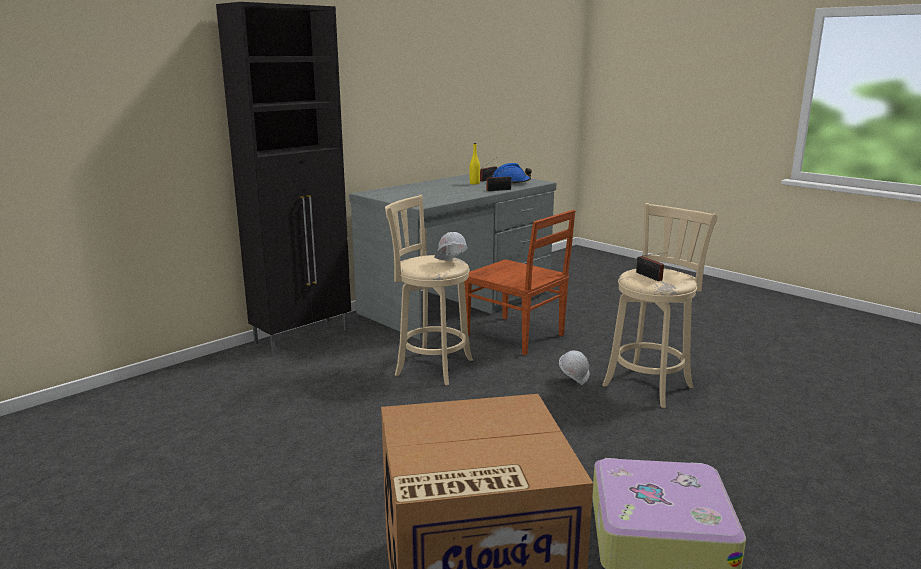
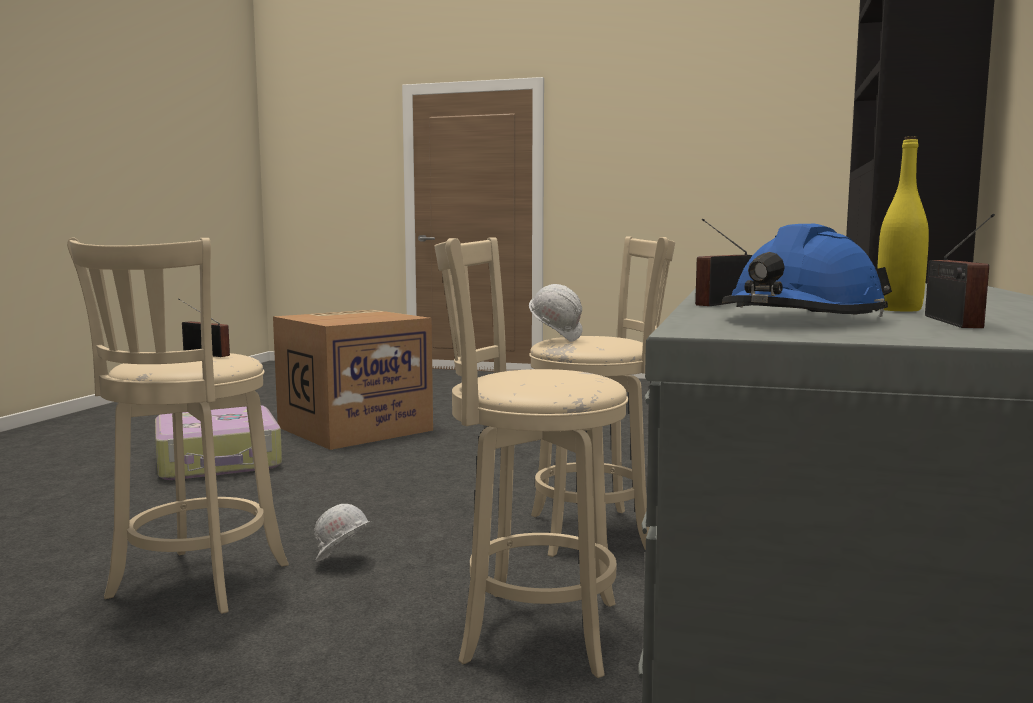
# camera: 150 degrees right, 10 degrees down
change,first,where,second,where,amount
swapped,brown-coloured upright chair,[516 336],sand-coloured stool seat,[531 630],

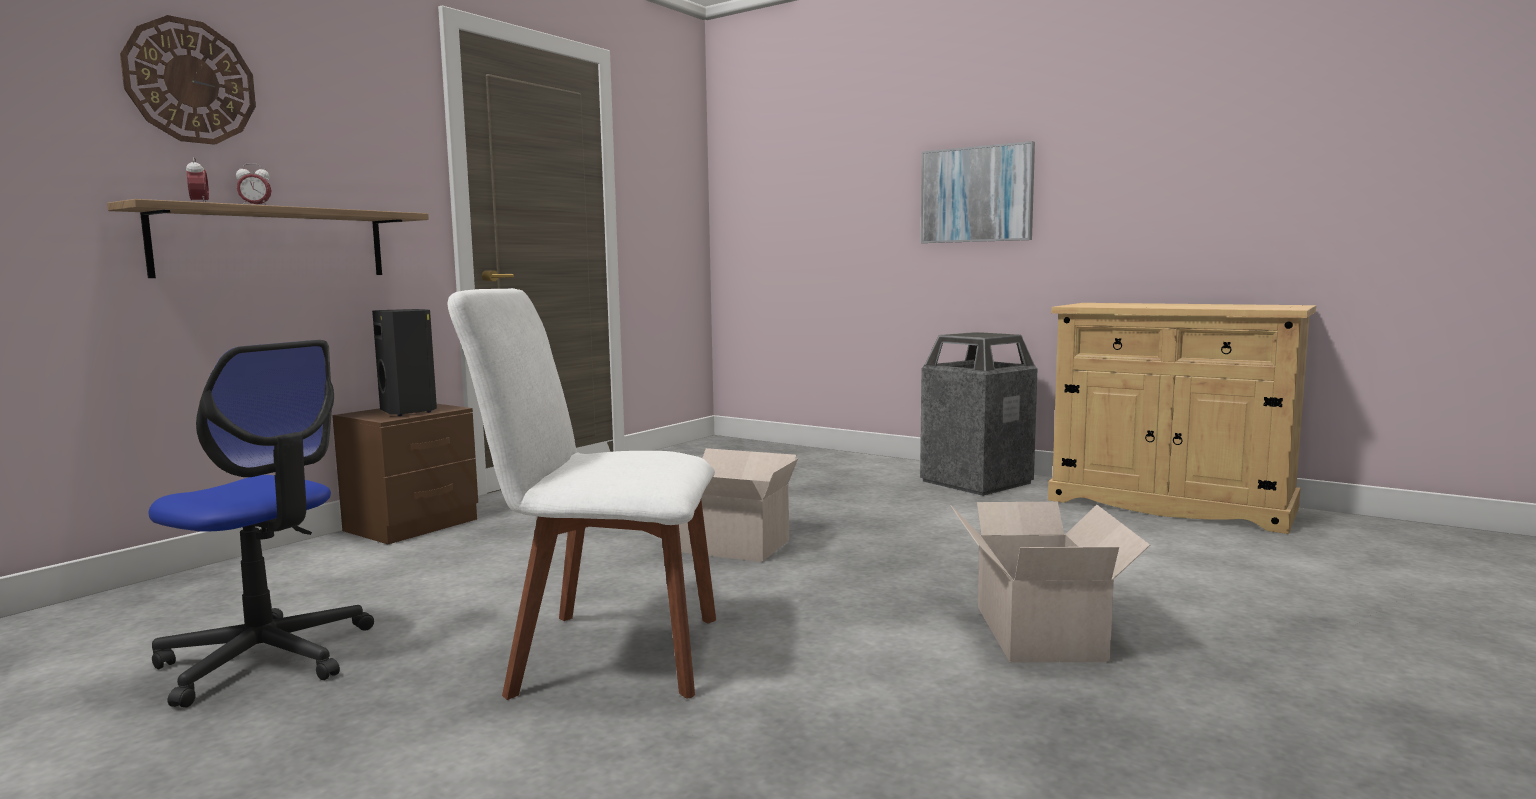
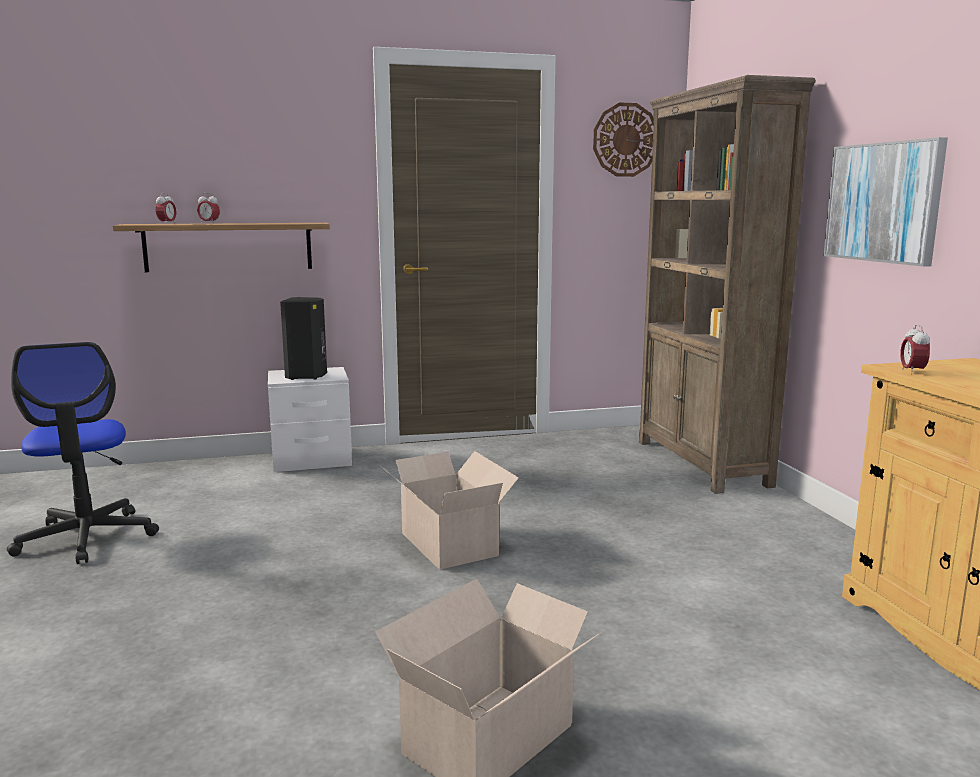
# camera: 40 degrees right, 5 degrees up
change,first,where,second,where,amount
shifted,clock on the wall,[190 81],,[625 140],
repainted,brown-coloured bedside table,[411 525],white-coloured bedside table,[312 460],
gone,white-coloured upright chair,[606 654],,,
gone,trash can,[975 482],,,
new,,,brown-coloured bookshelf,[702 463],
new,,,table clock,[912 372],

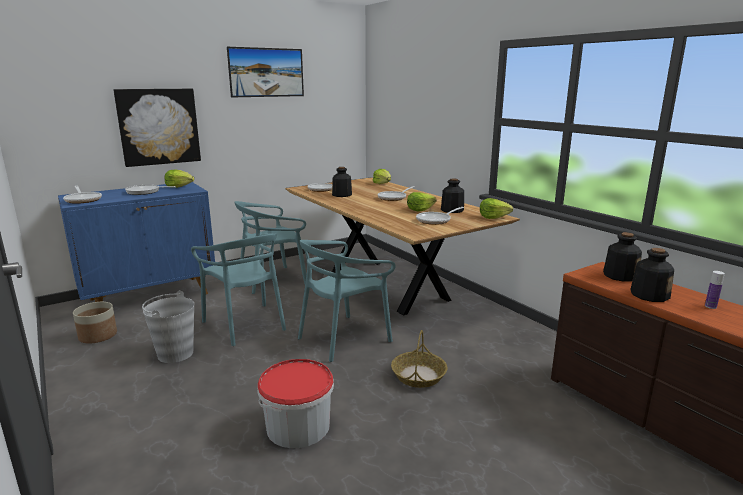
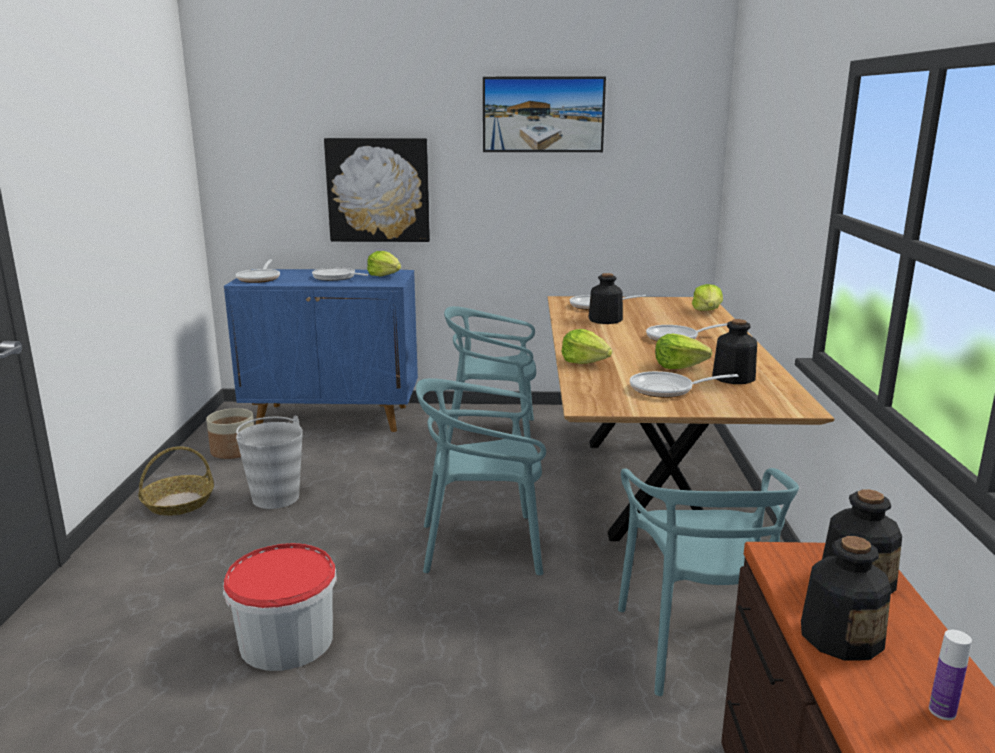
# camera: 35 degrees right, 0 degrees up
change,first,where,second,where,amount
shifted,turquoise-coloured upright chair,[246 324],,[698 647],
shifted,storage basket,[418 375],,[179 503],
shifted,lettuce,[493 217],,[585 362],

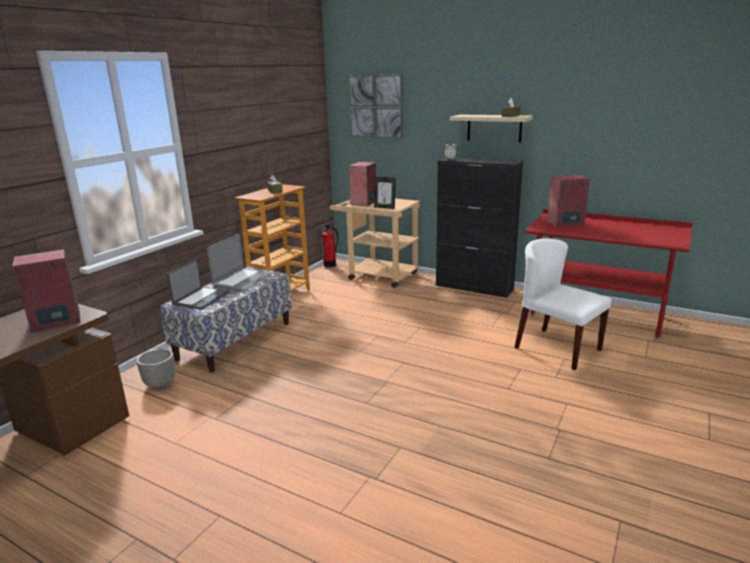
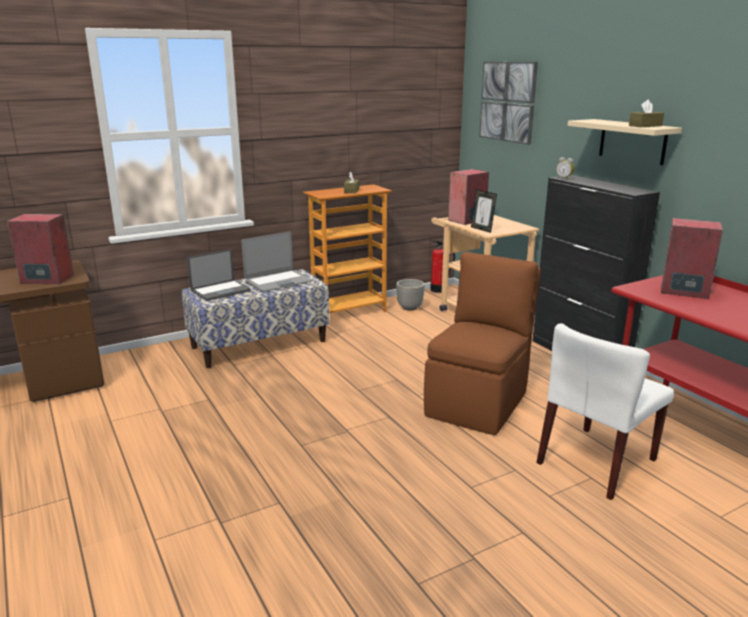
# camera: 30 degrees right, 0 degrees up
change,first,where,second,where,amount
shifted,plant pot,[160 384],,[409 308],
rotated,white-coloured upright chair,[557 348],,[596 462],120 degrees counterclockwise
new,,,brown-coloured upright chair,[478 403],

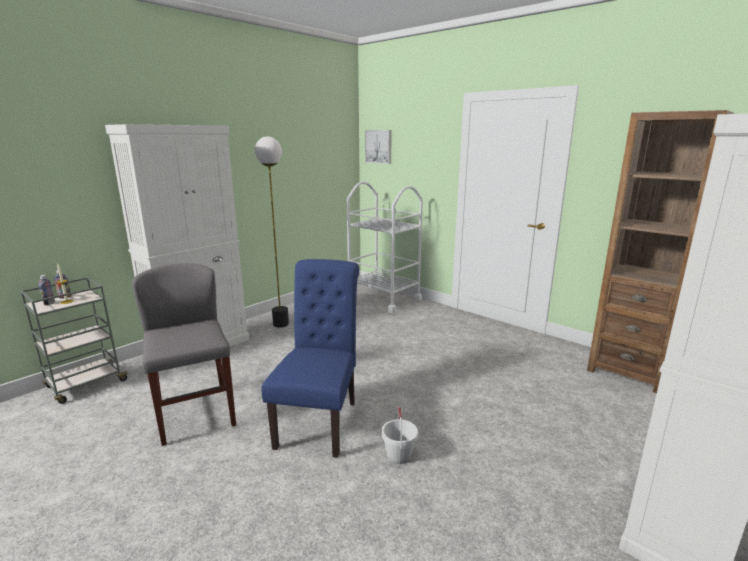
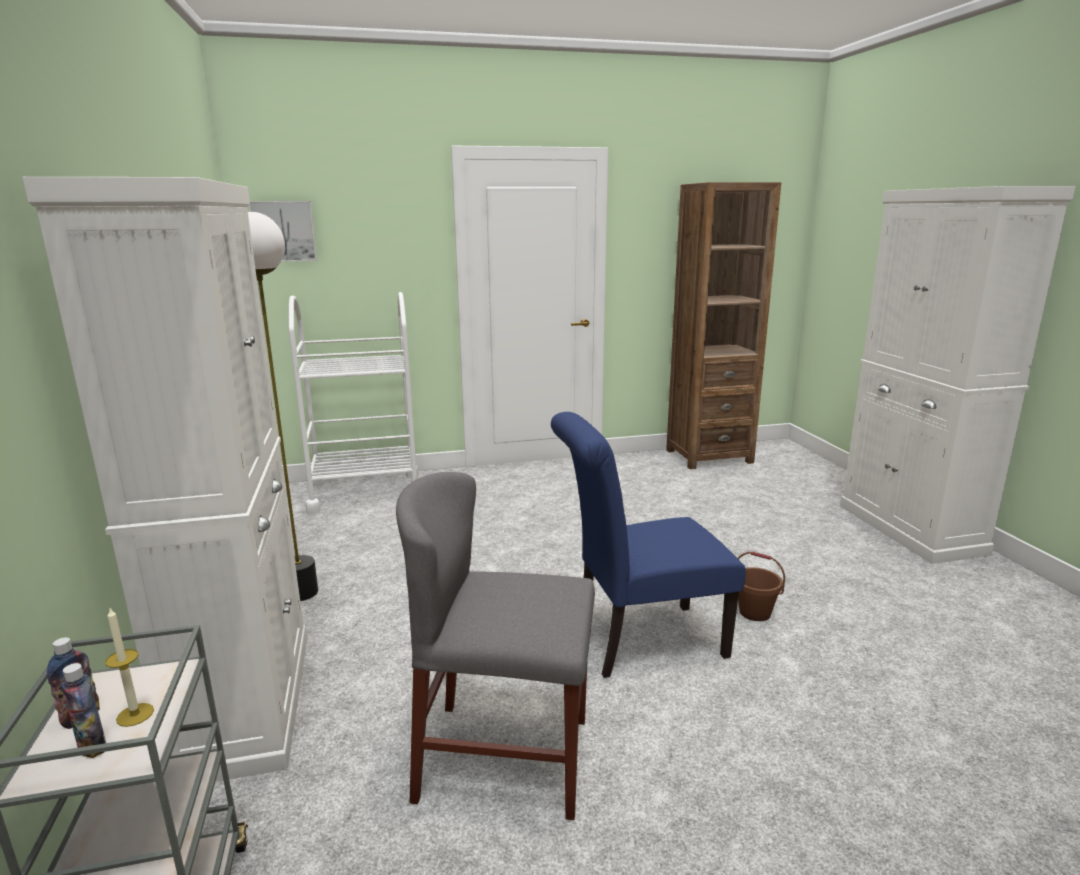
# camera: 55 degrees left, 0 degrees up
change,first,where,second,where,amount
rotated,blue-coloured upright chair,[320 420],,[639 642],60 degrees counterclockwise
repainted,white-coloured water bucket,[399 456],brown-coloured water bucket,[755 612],

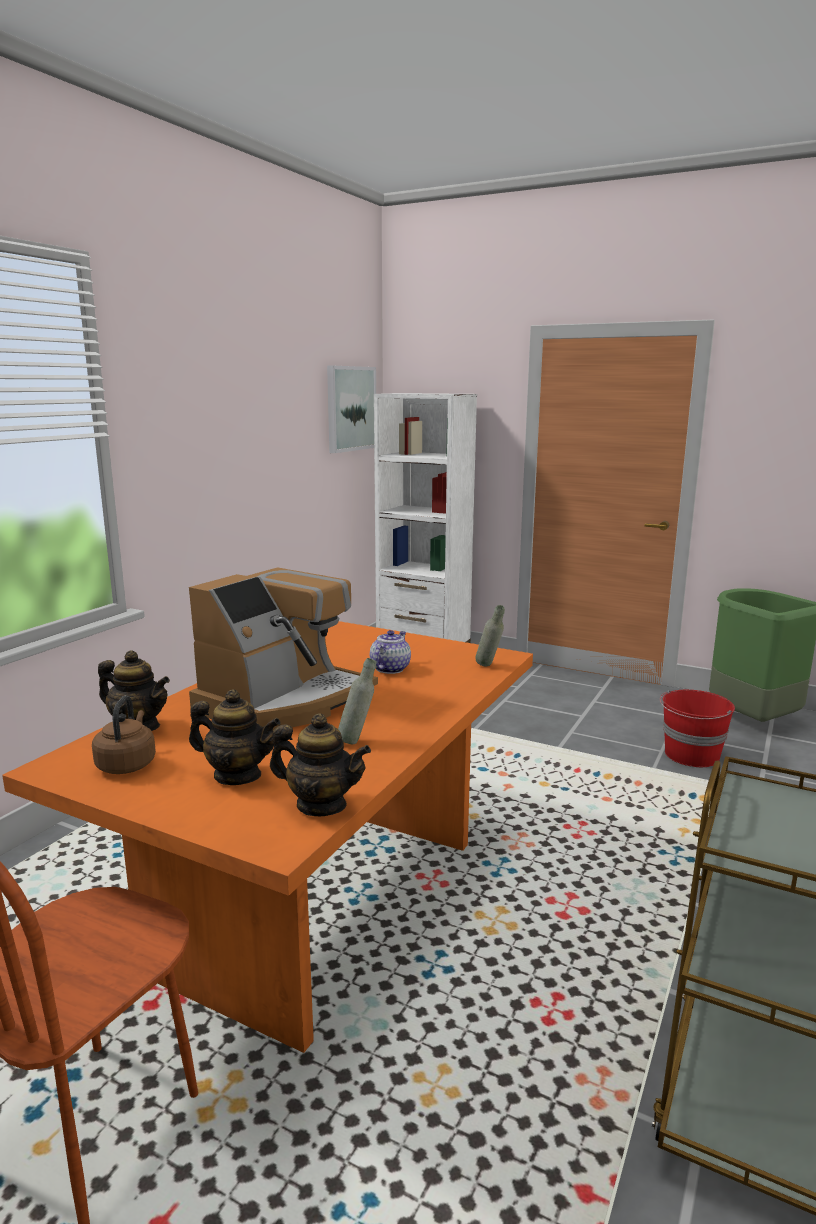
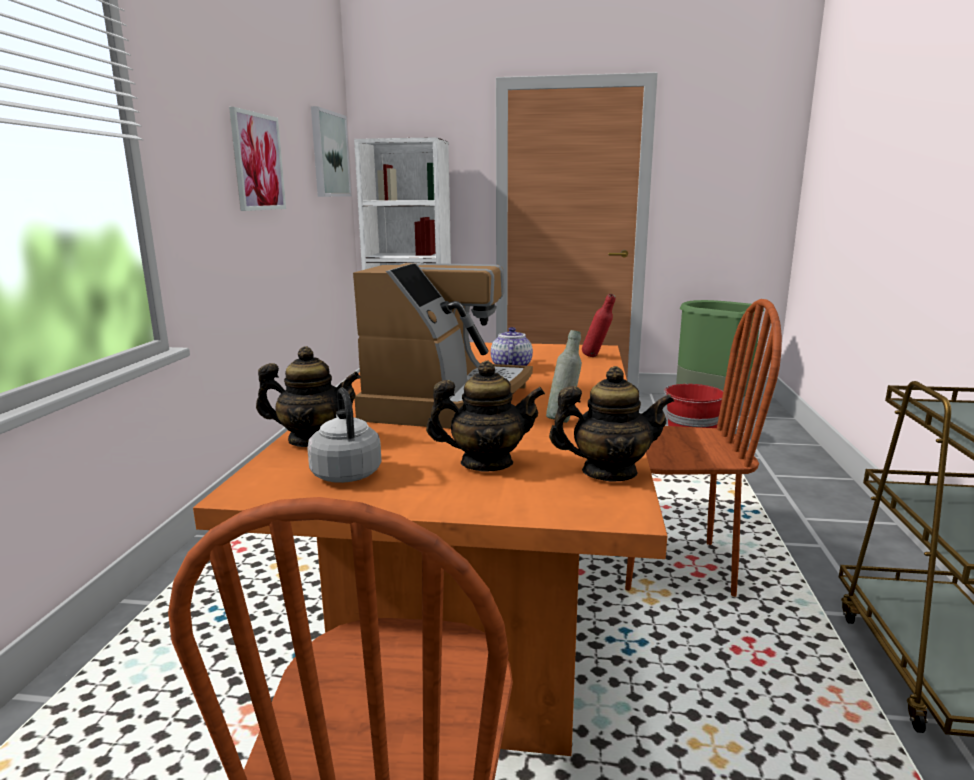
# camera: 20 degrees left, 0 degrees up
change,first,where,second,where,amount
repainted,brown-coloured water kettle,[127 764],greyish water kettle,[345 473],
repainted,greyish beverage bottle,[489 667],red beverage bottle,[597 357],
new,,,wall picture,[257 162],
new,,,brown-coloured upright chair,[671 567],

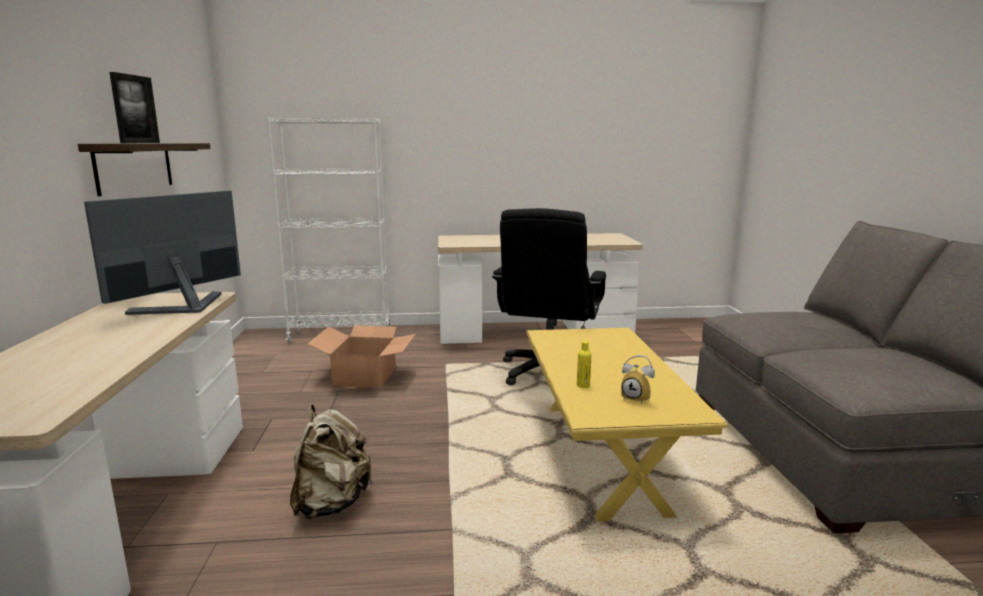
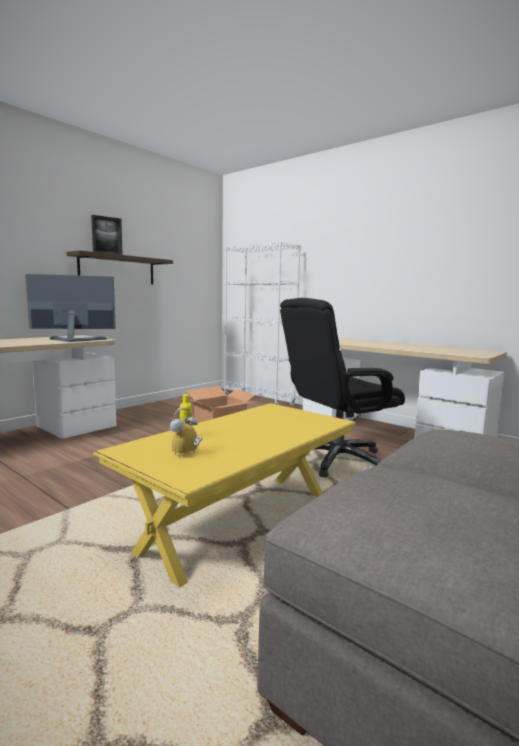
# camera: 45 degrees right, 5 degrees down
change,first,where,second,where,amount
gone,sand-coloured knapsack,[331 503],,,
rotated,table clock,[637 398],,[187 455],45 degrees clockwise

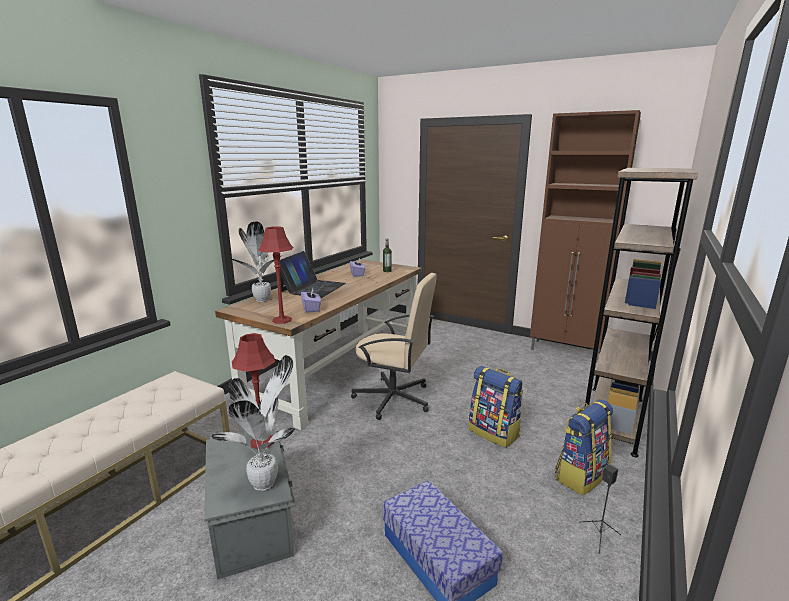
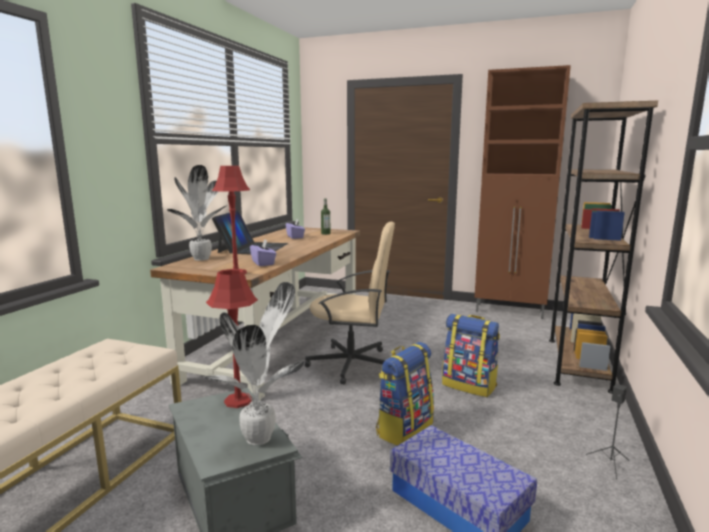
# camera: 10 degrees left, 5 degrees down
change,first,where,second,where,amount
shifted,knapsack,[580 475],,[404 429],

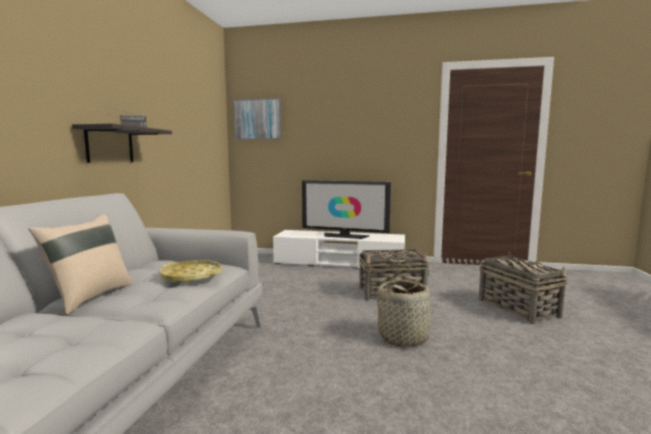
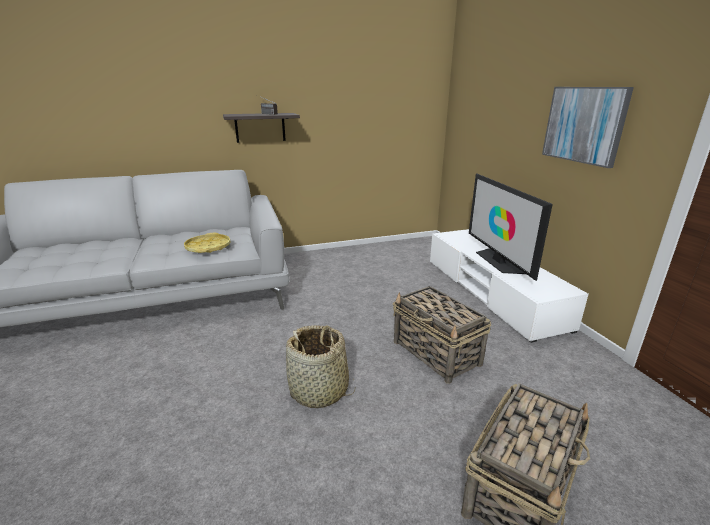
# camera: 60 degrees right, 15 degrees up
change,first,where,second,where,amount
gone,sand-coloured throw pillow,[89 297],,,
shifted,wall picture,[257 119],,[584 125],

